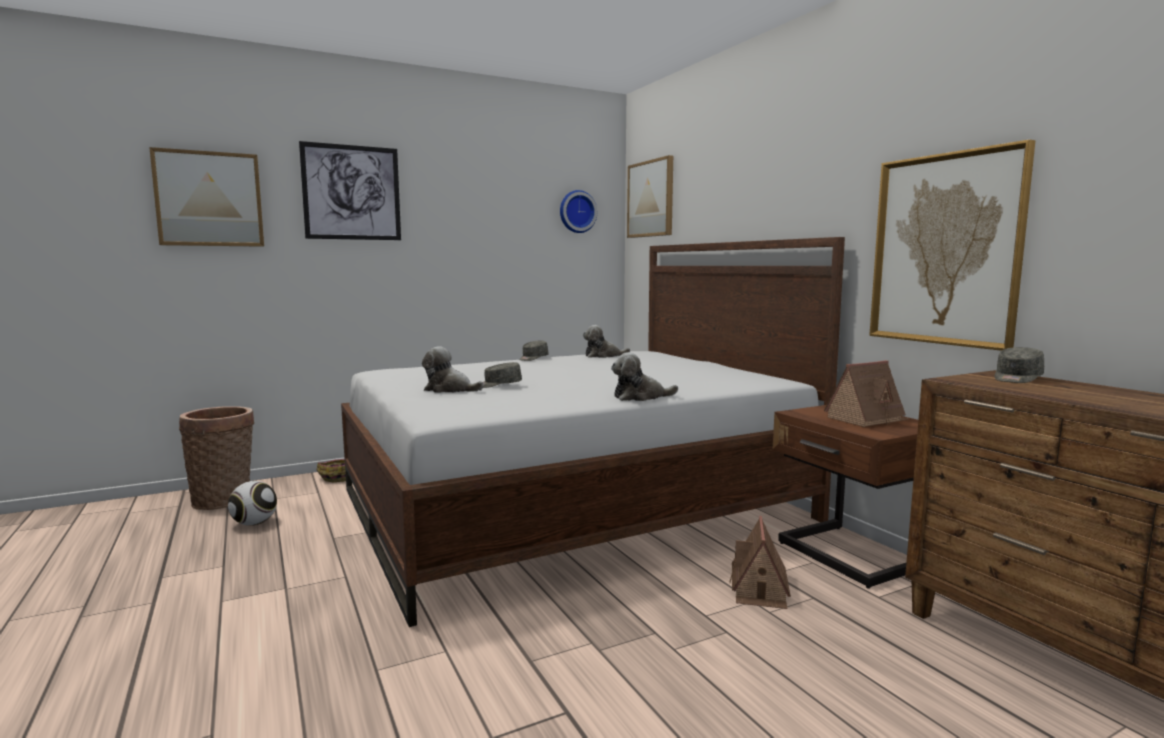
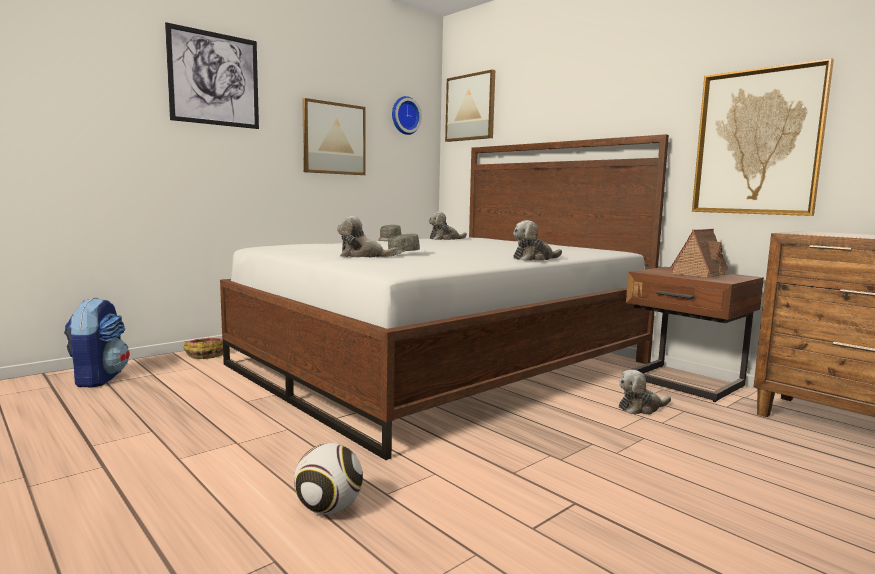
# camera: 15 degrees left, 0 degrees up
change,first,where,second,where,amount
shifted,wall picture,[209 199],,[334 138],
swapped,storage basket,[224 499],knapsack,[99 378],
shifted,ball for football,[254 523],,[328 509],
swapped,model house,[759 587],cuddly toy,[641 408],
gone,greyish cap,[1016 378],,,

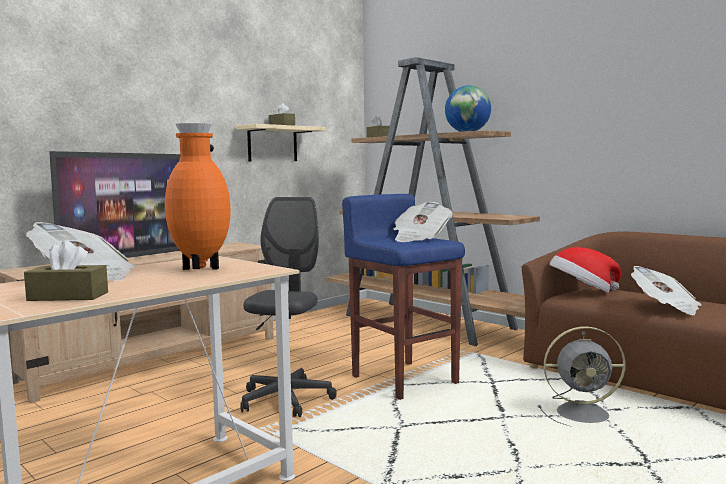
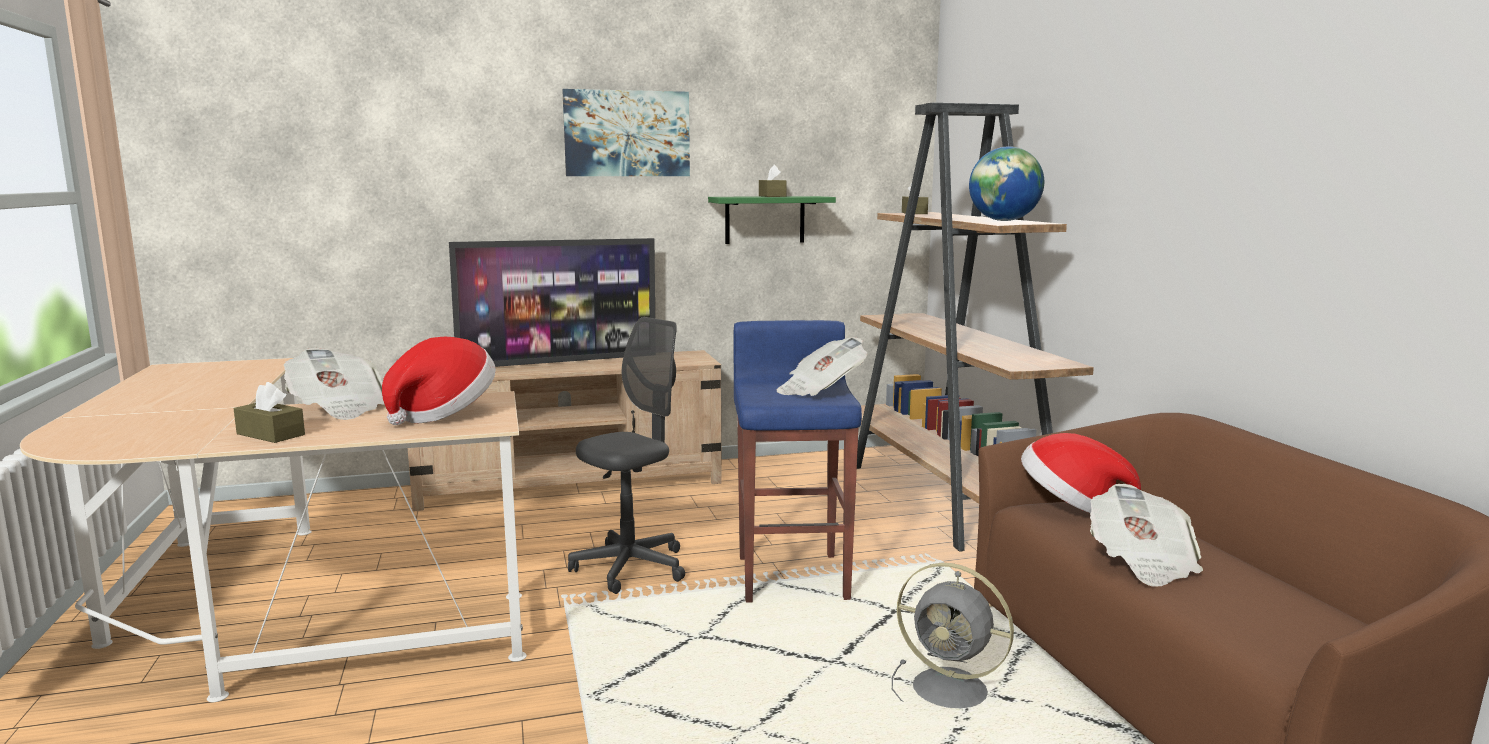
# camera: 30 degrees right, 5 degrees up
change,first,where,second,where,amount
swapped,orange decorative vase,[200 269],clothing hat,[443 413],
repainted,sand-coloured wall shelf,[272 144],greenish wall shelf,[764 219],
new,,,wall picture,[627 133],

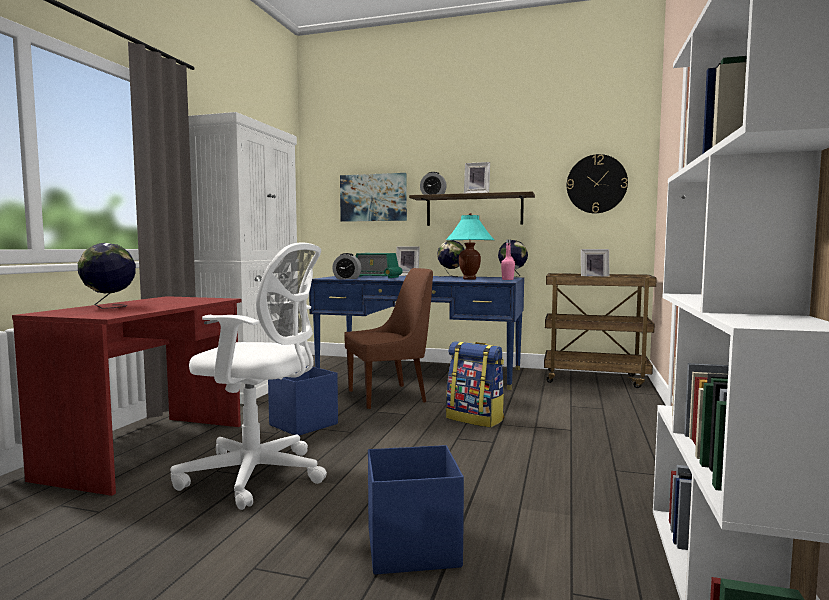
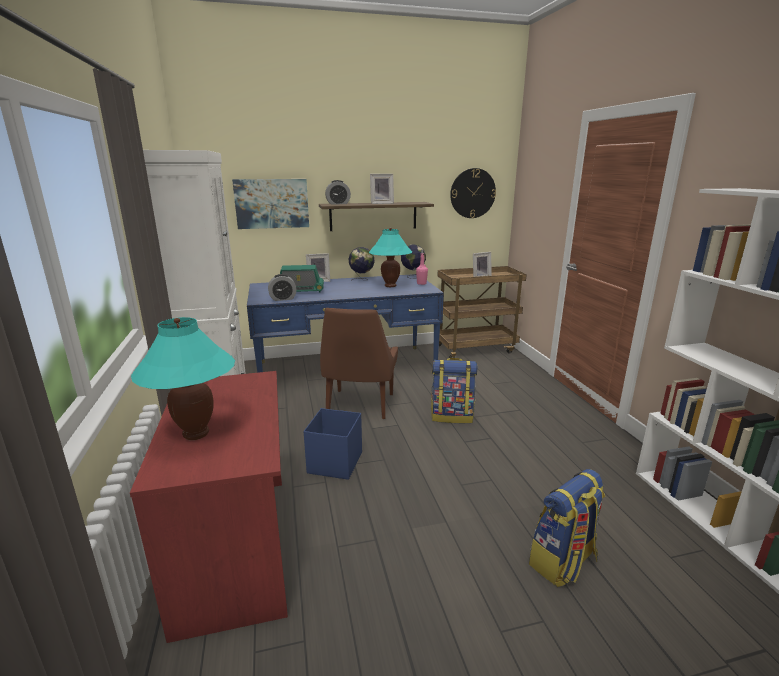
# camera: 30 degrees left, 15 degrees up
change,first,where,second,where,amount
swapped,globe,[109 307],turquoise-coloured tabletop lamp,[196 434],
gone,white-coloured office chair,[259 476],,,
rotated,brown-coloured upright chair,[389 396],,[359 405],150 degrees clockwise
swapped,blue-coloured storage container,[411 547],knapsack,[563 562],

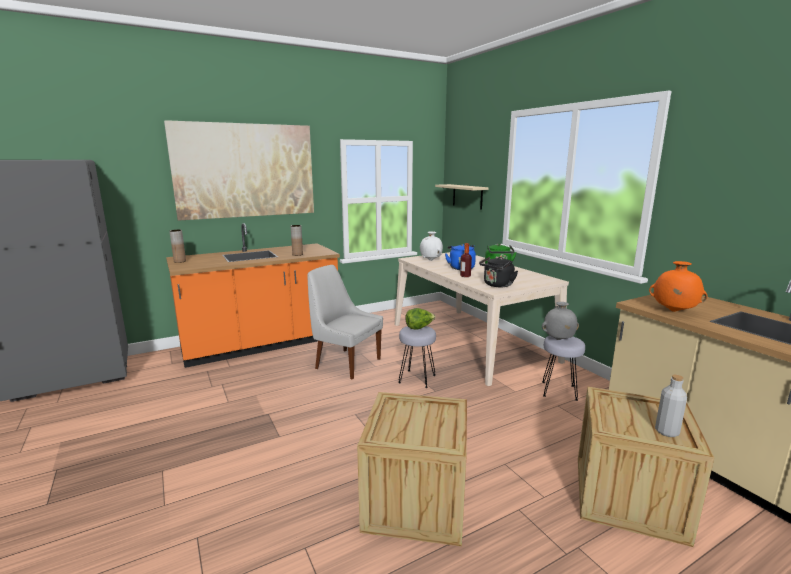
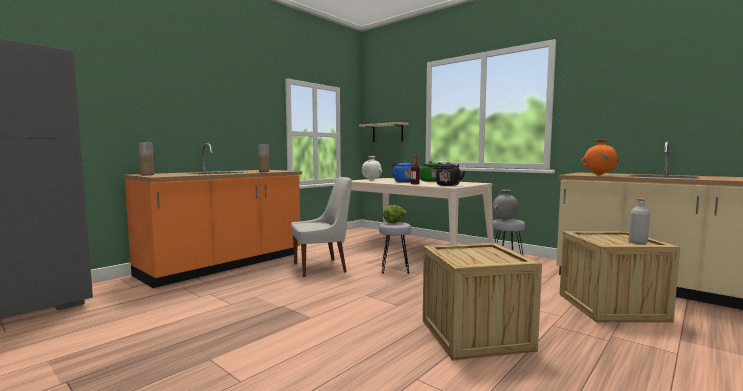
# camera: 20 degrees left, 10 degrees down
change,first,where,second,where,amount
gone,wall picture,[245 171],,,
rotated,white-coloured upright chair,[346 363],,[322 267],150 degrees clockwise

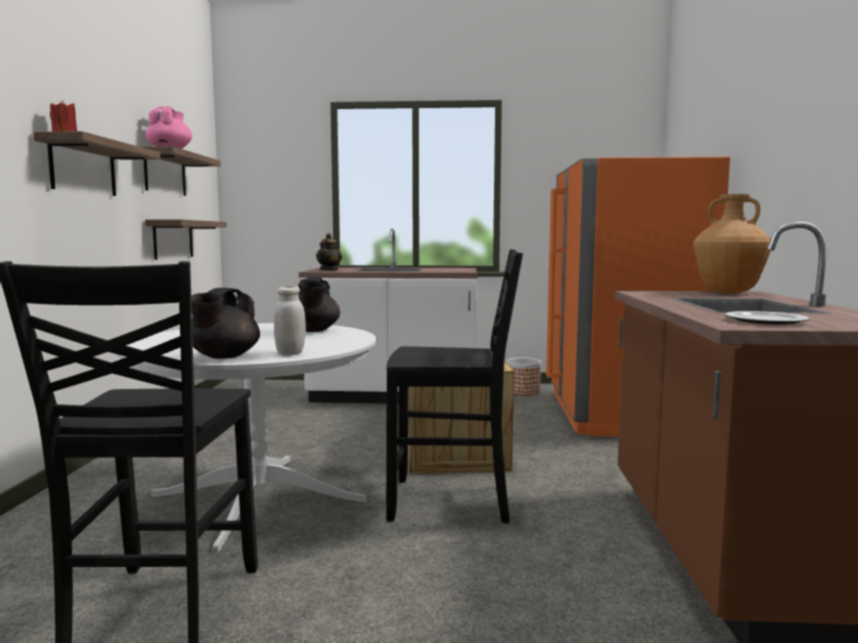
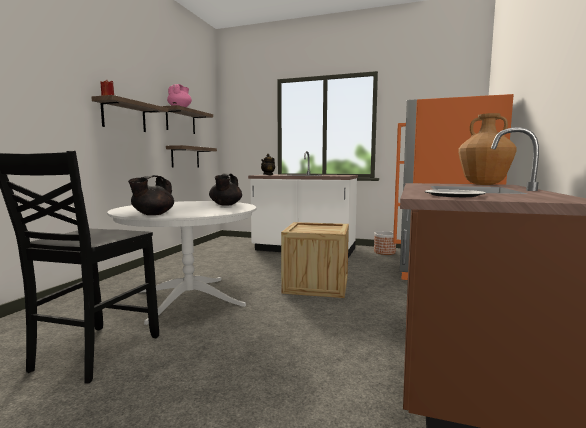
# camera: 15 degrees right, 0 degrees up
change,first,where,second,where,amount
gone,white-coloured jar,[290 353],,,
gone,black upright chair,[453 502],,,

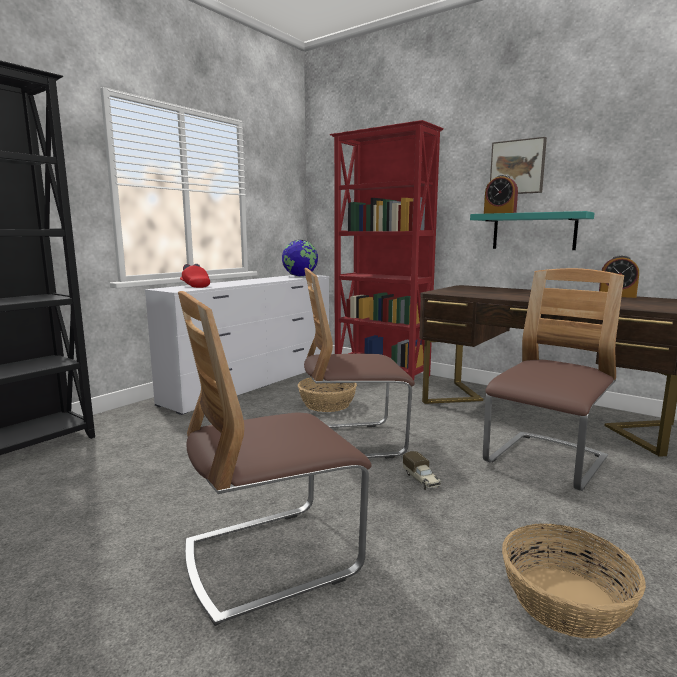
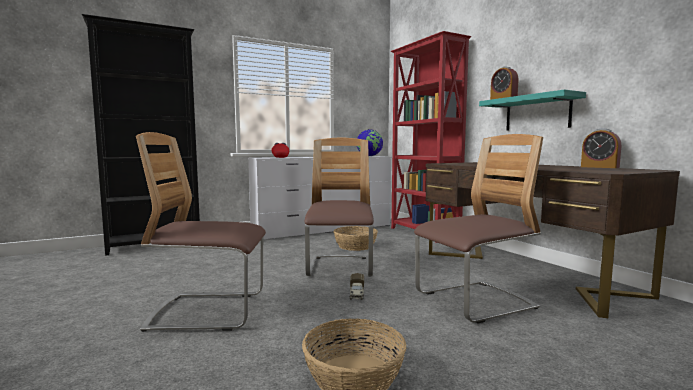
# camera: 25 degrees right, 5 degrees down
change,first,where,second,where,amount
rotated,upright chair,[351 442],,[340 268],75 degrees clockwise
gone,wall picture,[517 167],,,

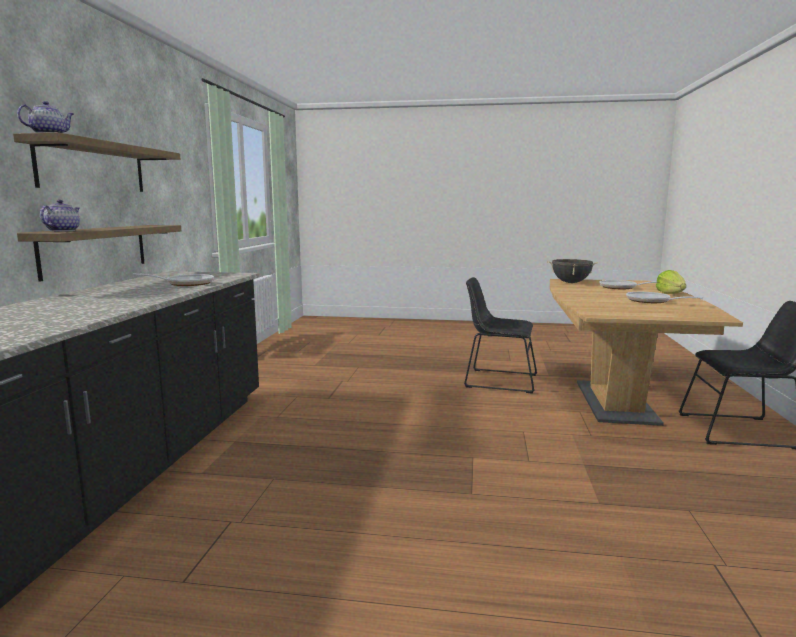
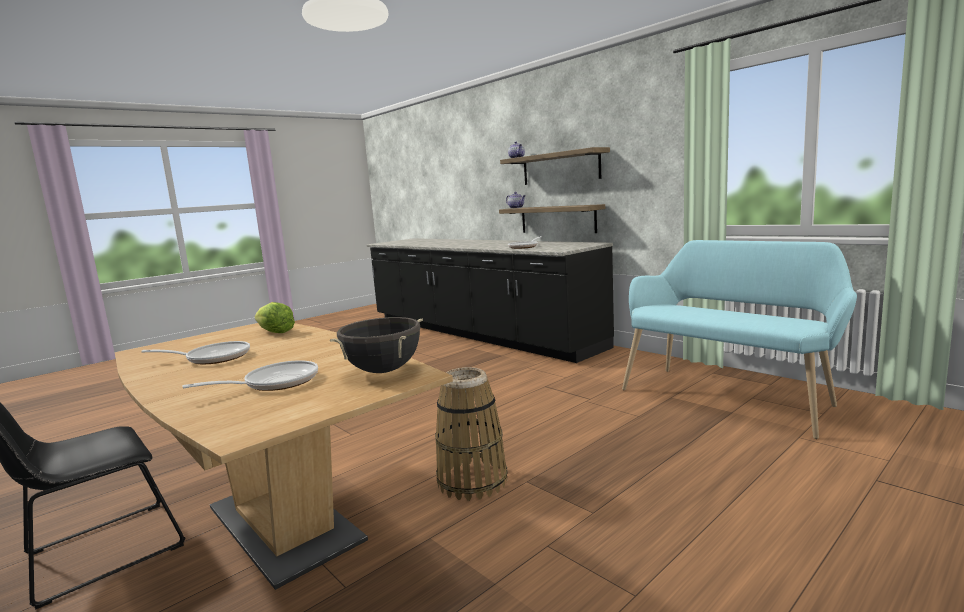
# camera: 130 degrees right, 0 degrees up
change,first,where,second,where,amount
swapped,black upright chair,[497 380],storage basket,[472 481],
shifted,lettuce,[671 294],,[275 332],
new,,,turquoise-coloured long seat,[729 396],

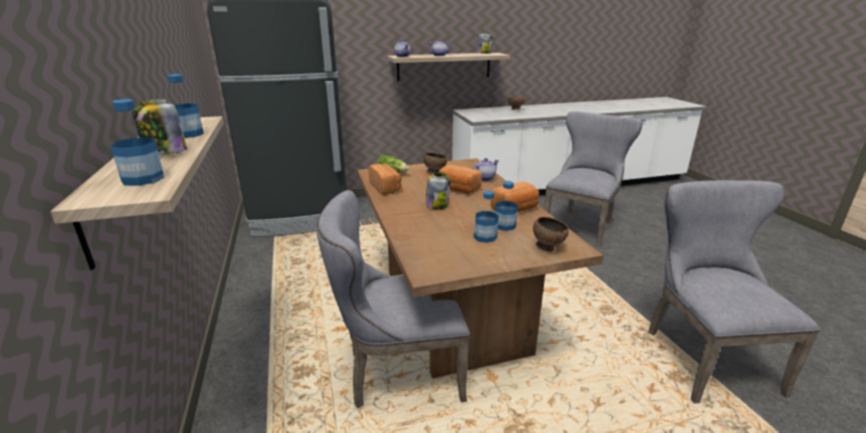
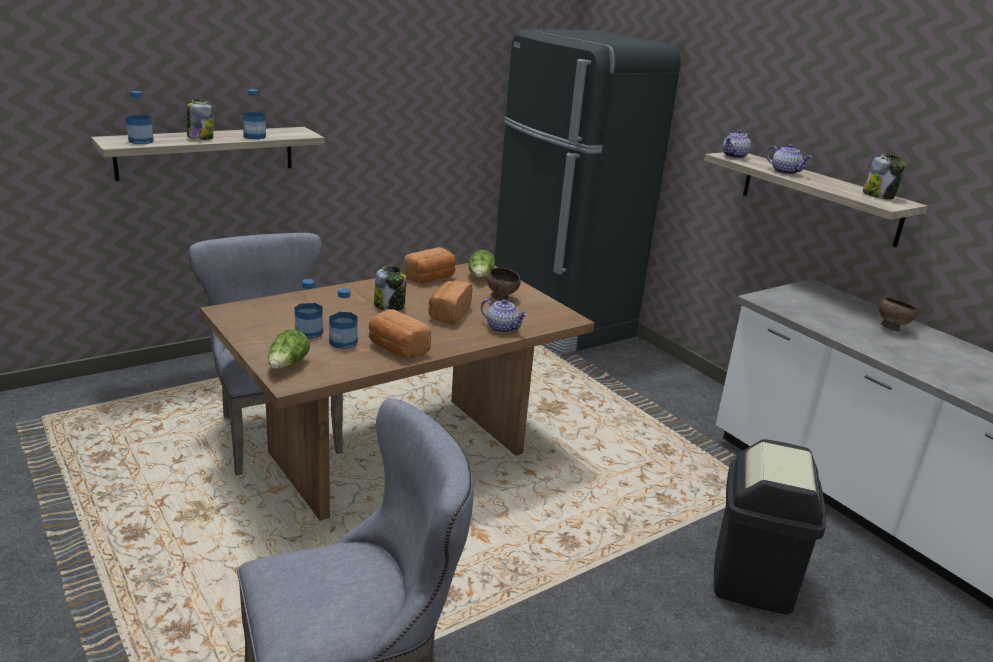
# camera: 70 degrees right, 0 degrees up
change,first,where,second,where,amount
swapped,brown-coloured serving bowl,[547 248],lettuce,[288 365],
swapped,greyish upright chair,[581 225],black trash can,[753 580],

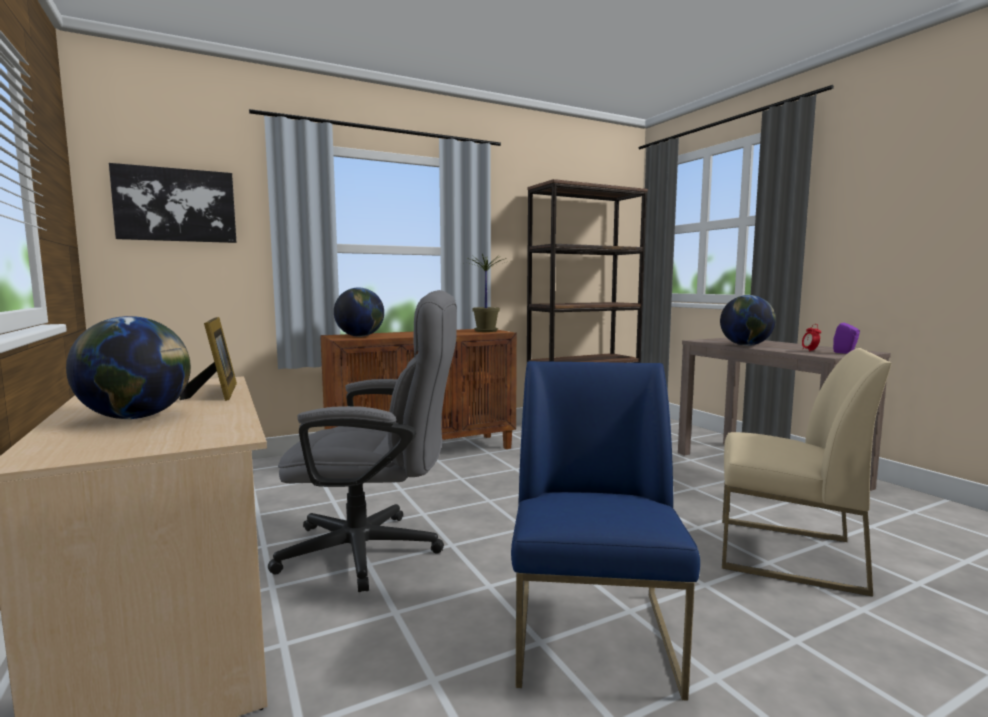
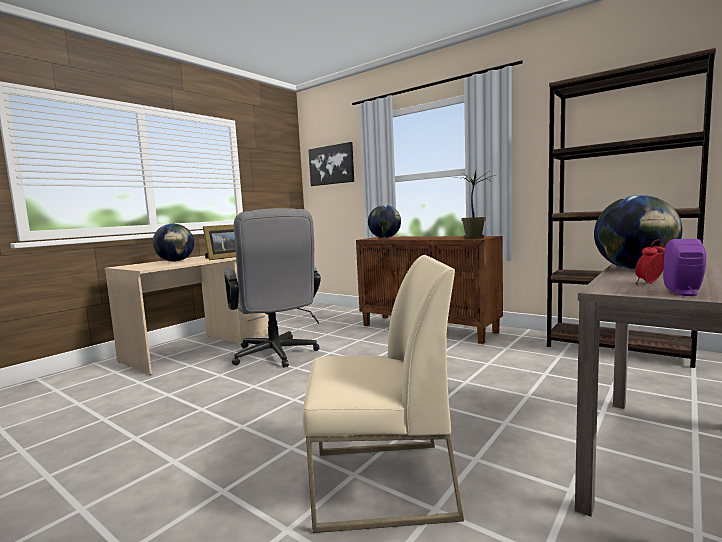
# camera: 65 degrees right, 0 degrees up
change,first,where,second,where,amount
gone,blue-coloured upright chair,[595 637],,,
rotated,sand-coloured upright chair,[785 554],,[380 484],90 degrees counterclockwise

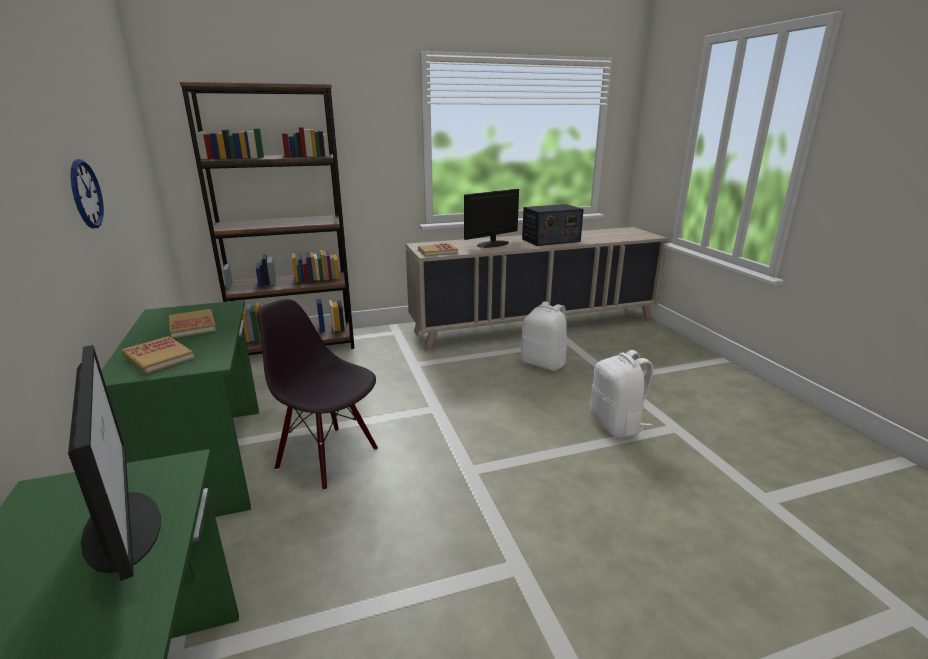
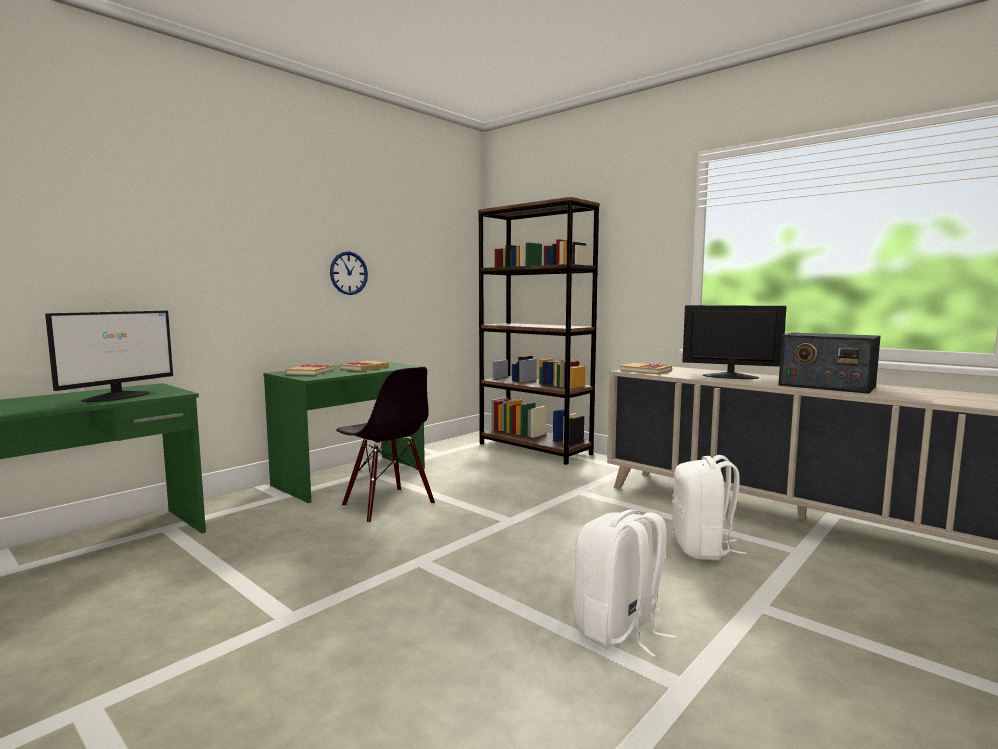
# camera: 60 degrees right, 15 degrees down
change,first,where,second,where,amount
rotated,black upright chair,[328 457],,[387 505],135 degrees clockwise

